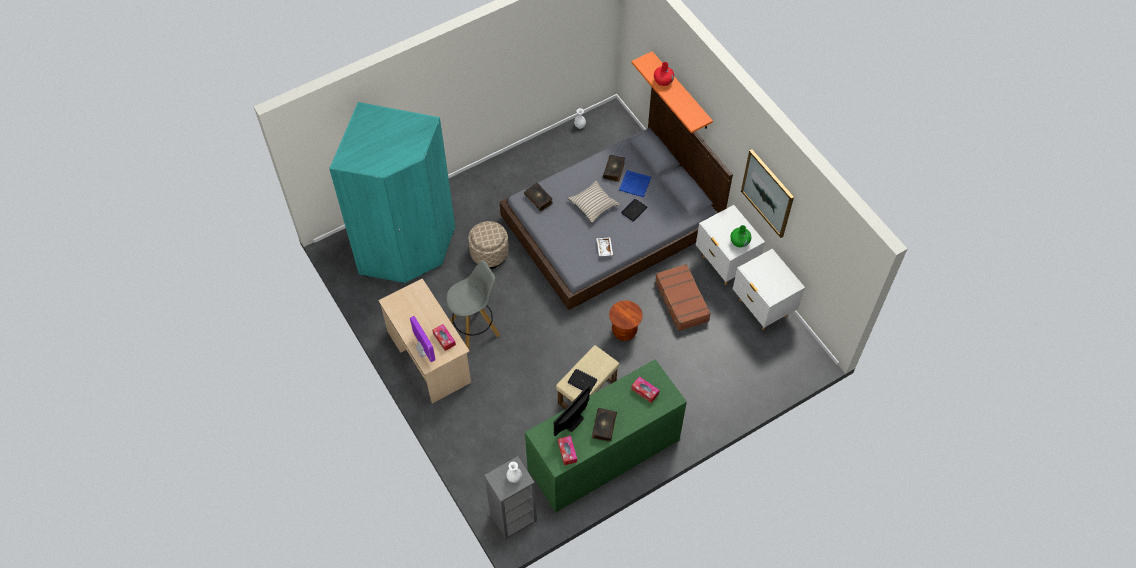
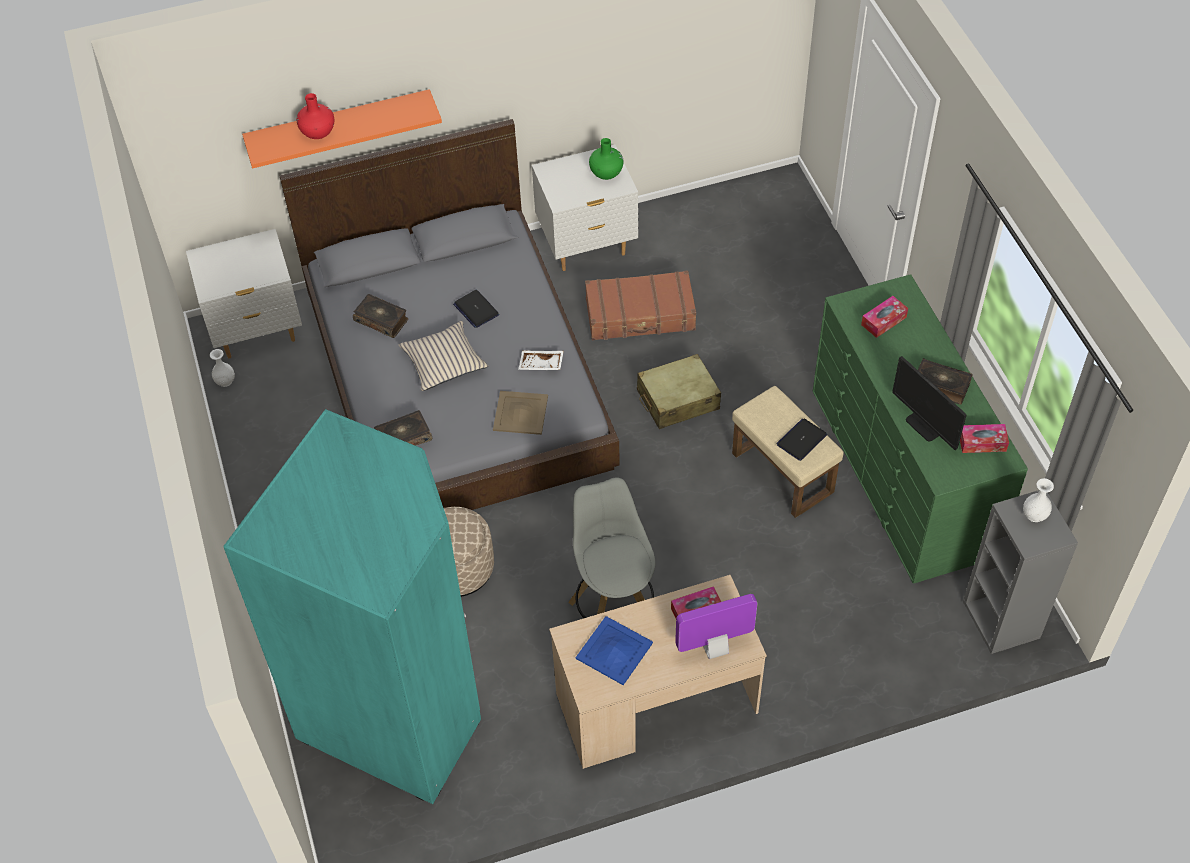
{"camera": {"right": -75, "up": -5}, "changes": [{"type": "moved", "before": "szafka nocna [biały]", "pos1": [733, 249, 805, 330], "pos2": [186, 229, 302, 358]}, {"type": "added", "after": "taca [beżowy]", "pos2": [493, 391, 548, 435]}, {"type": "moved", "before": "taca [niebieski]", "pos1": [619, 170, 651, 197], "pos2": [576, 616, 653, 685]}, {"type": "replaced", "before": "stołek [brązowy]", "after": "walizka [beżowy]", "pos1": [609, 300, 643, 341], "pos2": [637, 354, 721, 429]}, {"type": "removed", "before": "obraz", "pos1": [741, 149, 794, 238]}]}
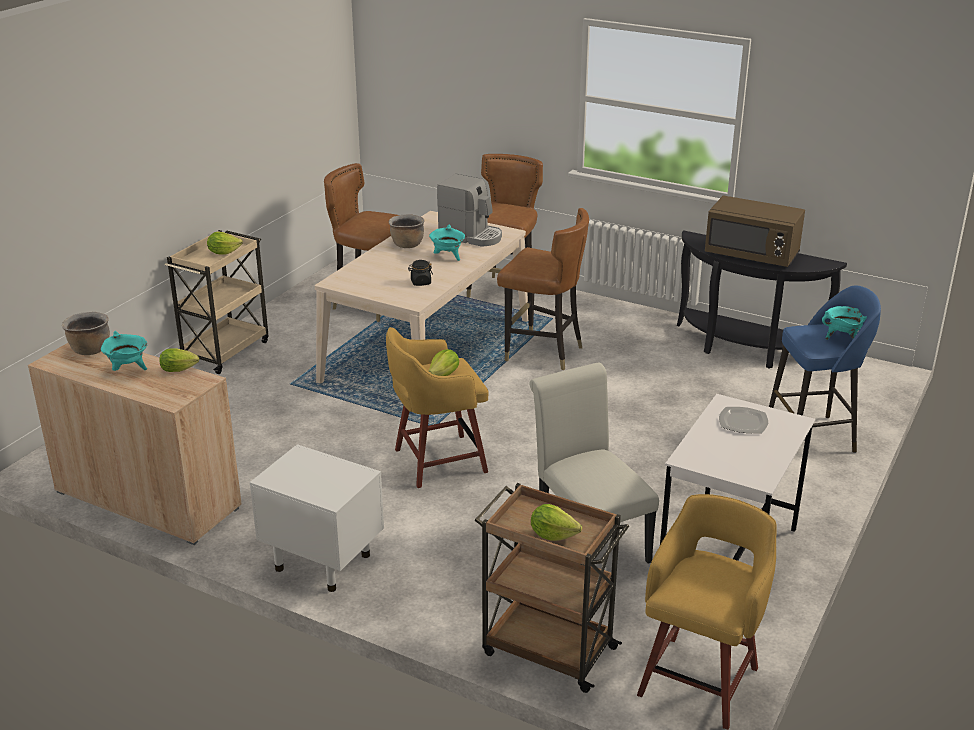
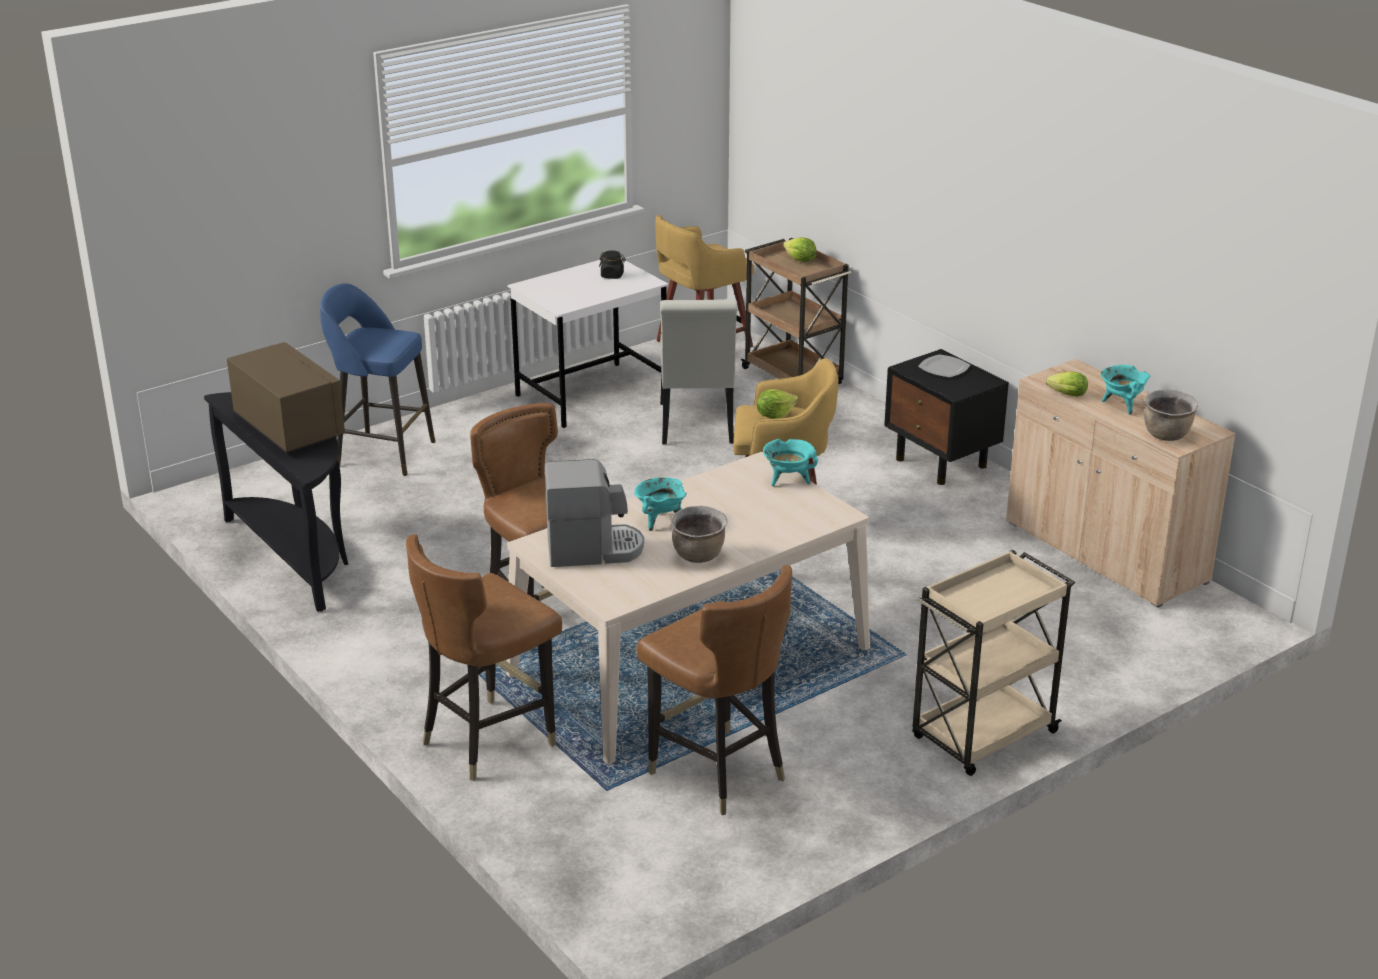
{"camera": {"right": -155, "up": 0}, "changes": [{"type": "turned", "before": "ekspres do kawy", "pos1": [437, 174, 502, 247], "pos2": [545, 459, 644, 567], "turn": 120}, {"type": "moved", "before": "słoik [czarny]", "pos1": [408, 260, 433, 286], "pos2": [599, 250, 626, 279]}, {"type": "moved", "before": "garnek [turkusowy]", "pos1": [822, 306, 867, 340], "pos2": [763, 439, 818, 486]}, {"type": "recoloured", "before": "szafka nocna [biały]", "after": "szafka nocna [czarny]", "pos1": [250, 444, 384, 592], "pos2": [884, 349, 1009, 485]}, {"type": "moved", "before": "talerz", "pos1": [719, 407, 768, 433], "pos2": [918, 354, 970, 378]}, {"type": "removed", "before": "sałata", "pos1": [207, 232, 243, 255]}]}
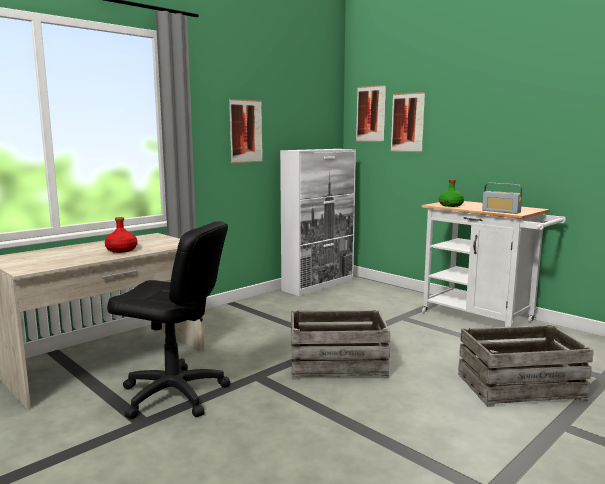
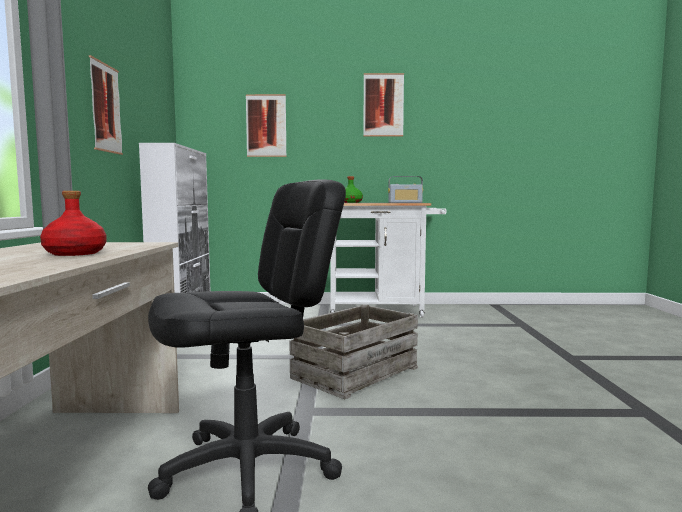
{"camera": {"right": -45, "up": -5}, "changes": [{"type": "moved", "before": "obraz", "pos1": [356, 85, 386, 142], "pos2": [363, 73, 404, 137]}, {"type": "removed", "before": "skrzynka", "pos1": [458, 325, 594, 407]}]}
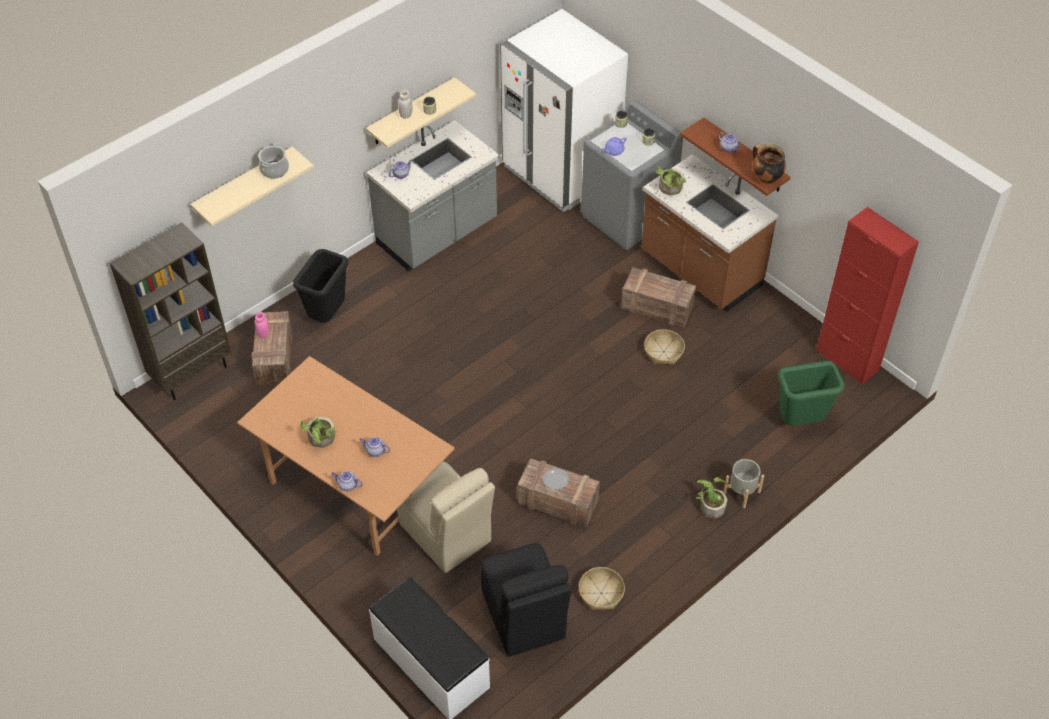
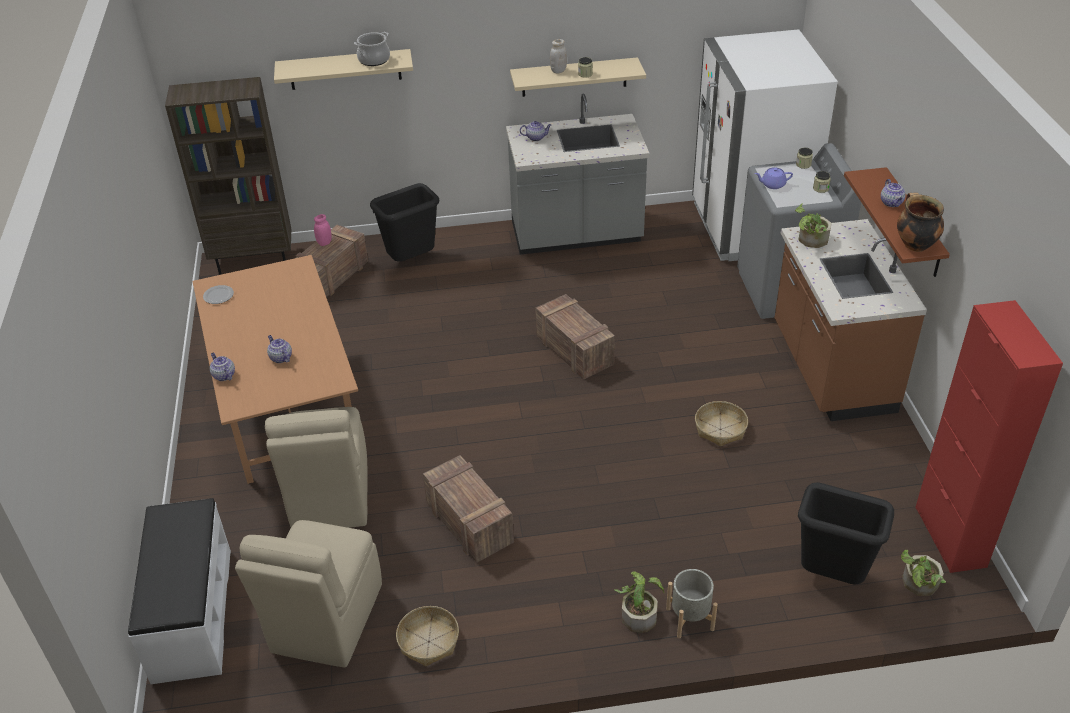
{"camera": {"right": 35, "up": -10}, "changes": [{"type": "moved", "before": "talerz", "pos1": [543, 468, 569, 490], "pos2": [203, 285, 234, 304]}, {"type": "recoloured", "before": "krzesło [czarny]", "after": "krzesło [beżowy]", "pos1": [481, 543, 572, 657], "pos2": [235, 520, 382, 668]}, {"type": "moved", "before": "skrzynka", "pos1": [621, 267, 696, 327], "pos2": [535, 294, 615, 379]}, {"type": "recoloured", "before": "kosz na śmieci [zielony]", "after": "kosz na śmieci [czarny]", "pos1": [778, 361, 845, 426], "pos2": [798, 482, 894, 585]}, {"type": "moved", "before": "roślina doniczkowa", "pos1": [300, 417, 337, 448], "pos2": [901, 550, 946, 596]}]}
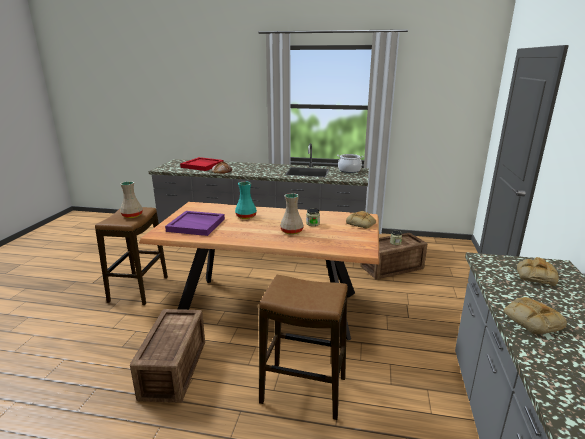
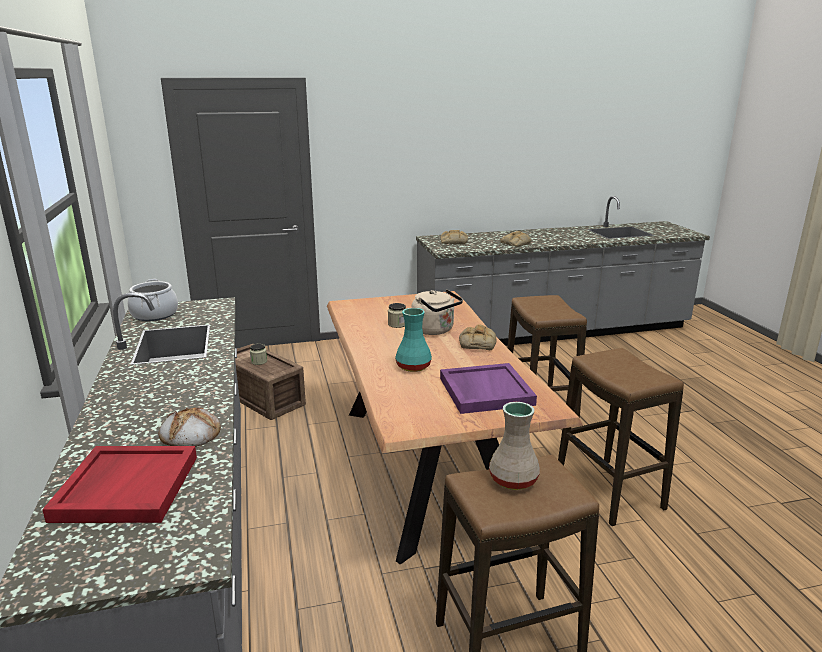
{"camera": {"right": -115, "up": 0}, "changes": [{"type": "replaced", "before": "wazon [beżowy]", "after": "czajnik [beżowy]", "pos1": [280, 193, 304, 235], "pos2": [411, 289, 463, 335]}, {"type": "moved", "before": "chleb", "pos1": [346, 211, 376, 228], "pos2": [459, 324, 496, 350]}, {"type": "replaced", "before": "skrzynka", "after": "stołek", "pos1": [130, 309, 205, 403], "pos2": [558, 348, 684, 526]}]}
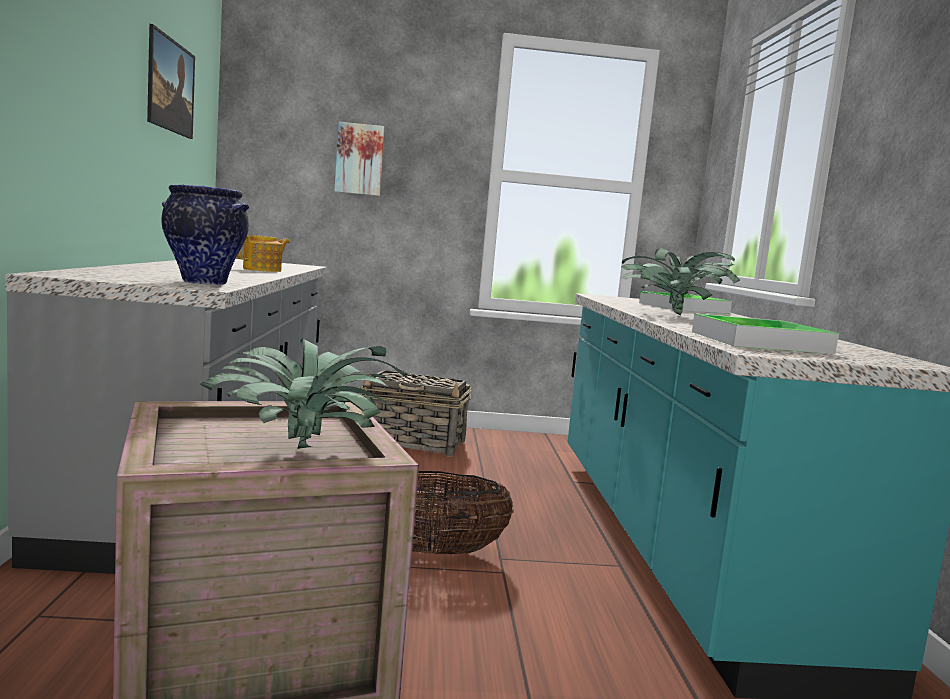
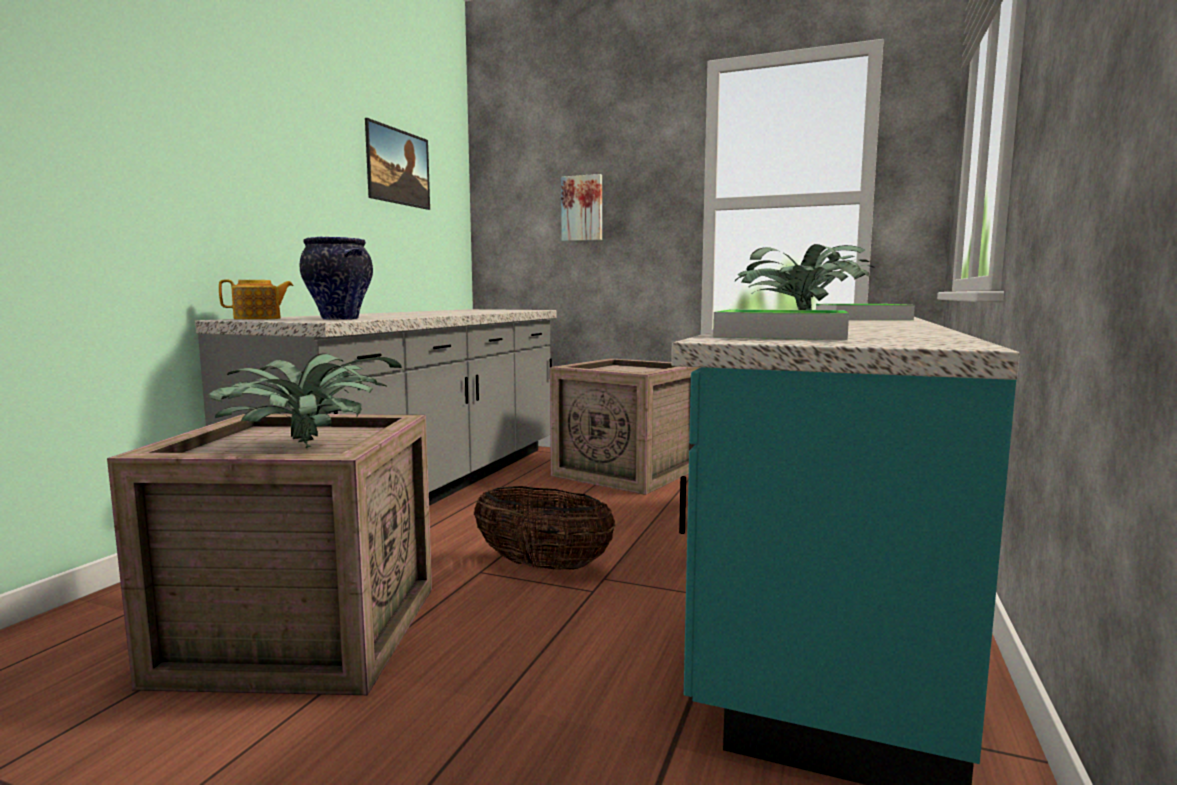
{"camera": {"right": 25, "up": 0}, "changes": [{"type": "moved", "before": "imbryk", "pos1": [237, 235, 290, 272], "pos2": [219, 279, 294, 320]}, {"type": "replaced", "before": "koszyk", "after": "skrzynka", "pos1": [360, 370, 471, 457], "pos2": [550, 358, 700, 495]}]}
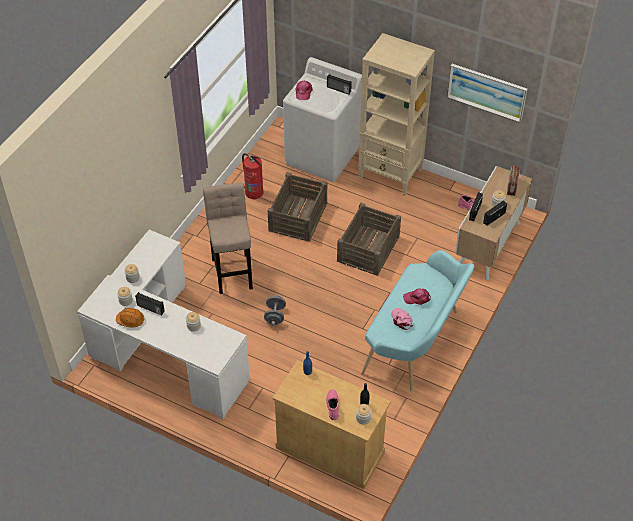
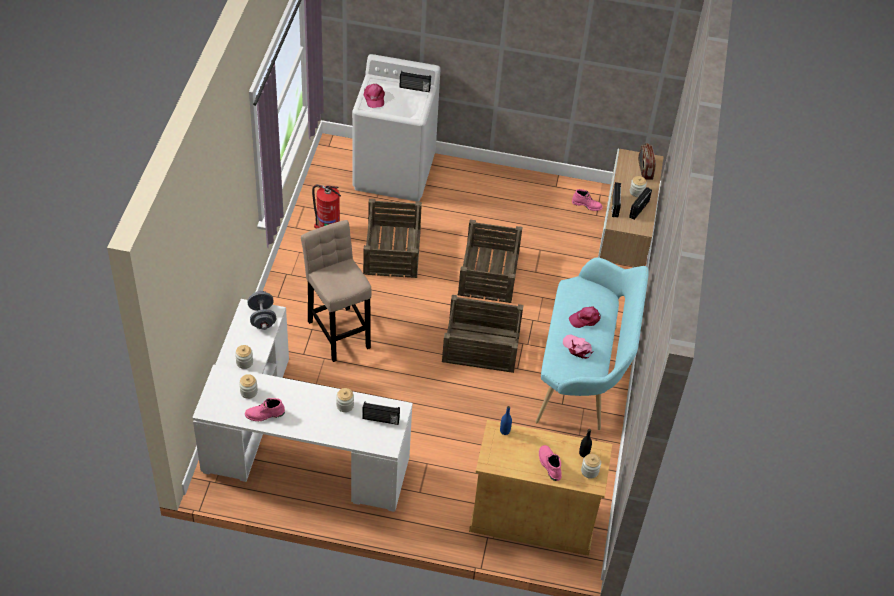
{"camera": {"right": -20, "up": 0}, "changes": [{"type": "replaced", "before": "kask [pomarańczowy]", "after": "but z cholewką [różowy]", "pos1": [116, 308, 144, 328], "pos2": [245, 398, 285, 421]}, {"type": "moved", "before": "hantel [szary]", "pos1": [264, 295, 286, 326], "pos2": [247, 291, 276, 330]}, {"type": "moved", "before": "radio", "pos1": [135, 292, 165, 315], "pos2": [362, 401, 400, 425]}, {"type": "added", "after": "skrzynka", "pos2": [442, 295, 523, 373]}, {"type": "removed", "before": "regał [beżowy]", "pos1": [358, 33, 435, 196]}, {"type": "removed", "before": "obraz", "pos1": [447, 64, 527, 123]}]}
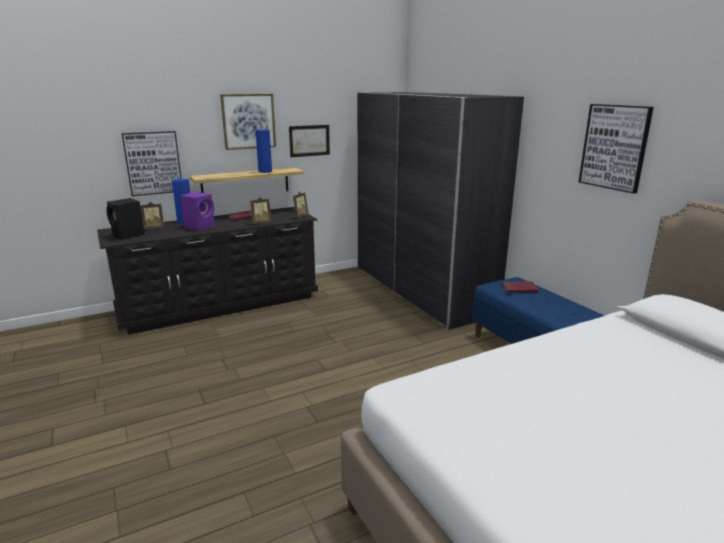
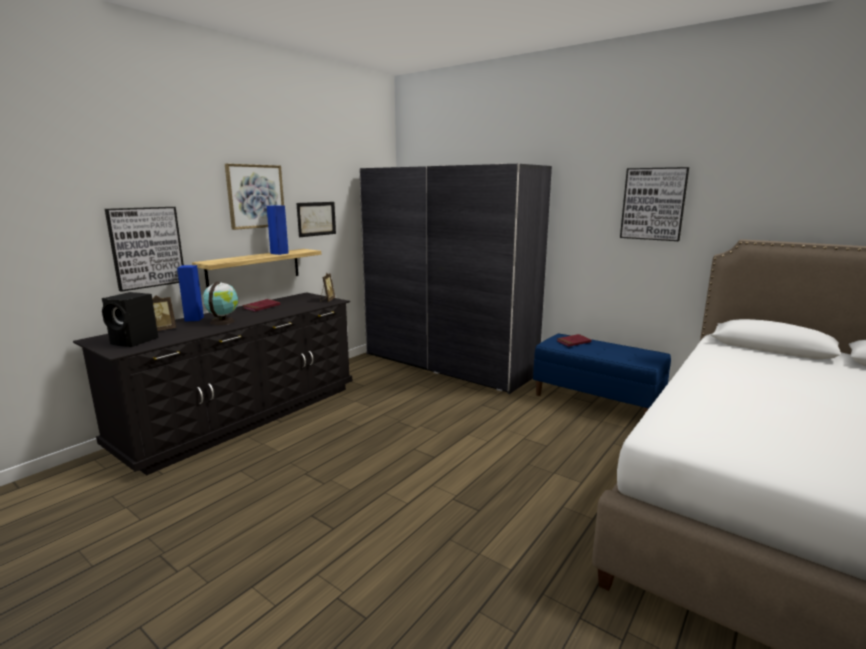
{"camera": {"right": -25, "up": -5}, "changes": [{"type": "replaced", "before": "głośnik [fioletowy]", "after": "globus", "pos1": [180, 192, 215, 231], "pos2": [203, 282, 238, 325]}, {"type": "removed", "before": "ramka na zdjęcie", "pos1": [250, 197, 272, 224]}]}
